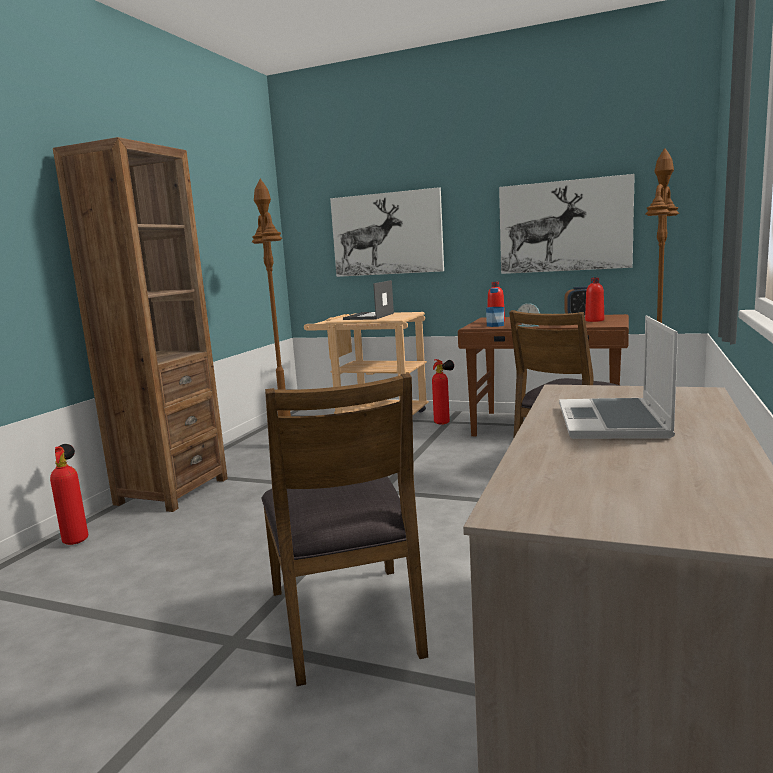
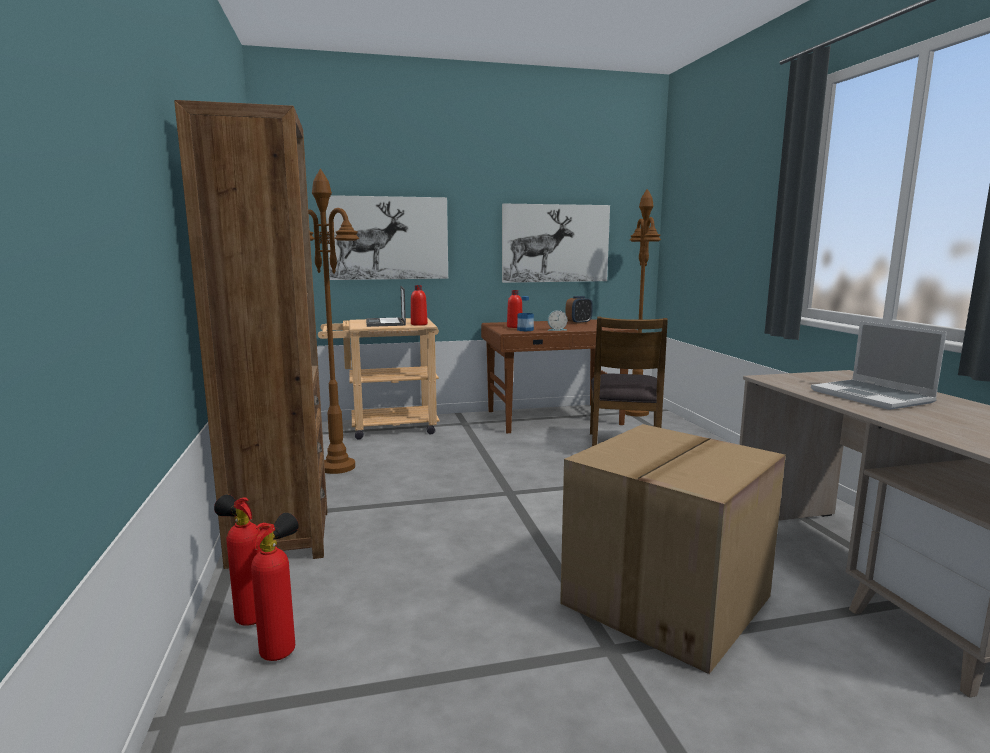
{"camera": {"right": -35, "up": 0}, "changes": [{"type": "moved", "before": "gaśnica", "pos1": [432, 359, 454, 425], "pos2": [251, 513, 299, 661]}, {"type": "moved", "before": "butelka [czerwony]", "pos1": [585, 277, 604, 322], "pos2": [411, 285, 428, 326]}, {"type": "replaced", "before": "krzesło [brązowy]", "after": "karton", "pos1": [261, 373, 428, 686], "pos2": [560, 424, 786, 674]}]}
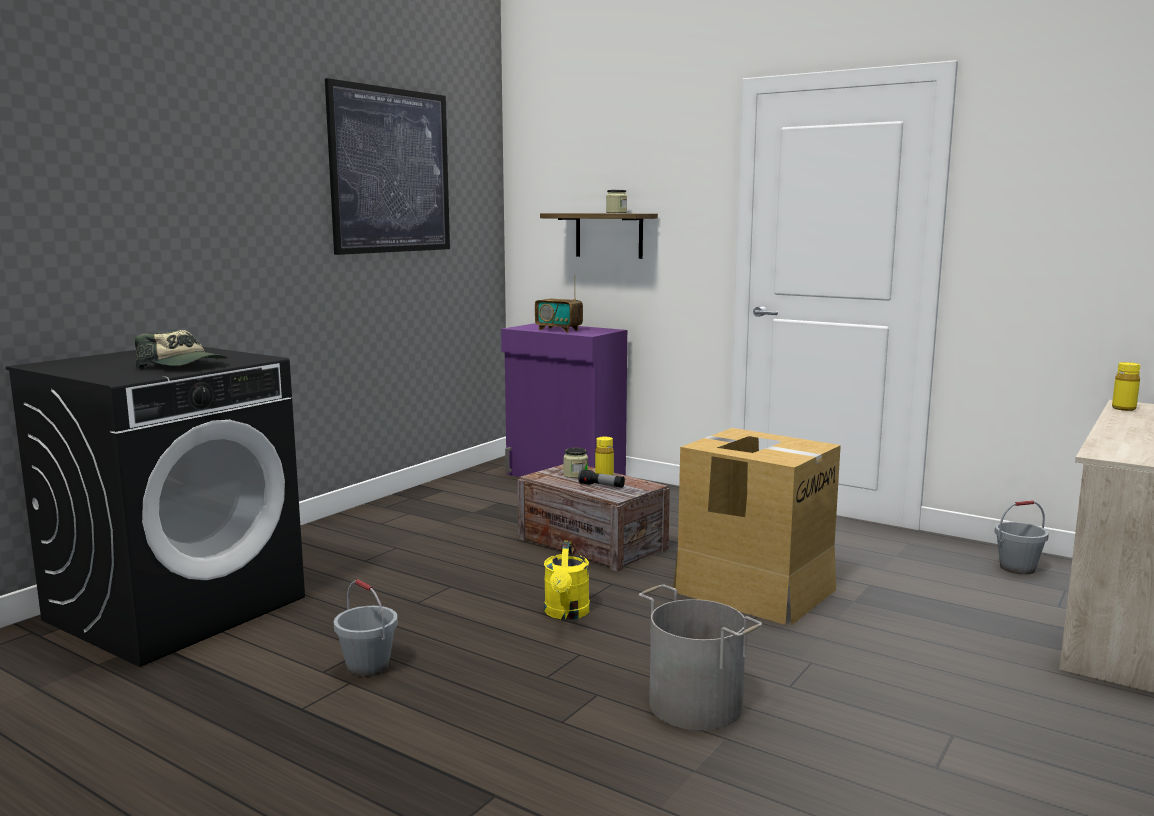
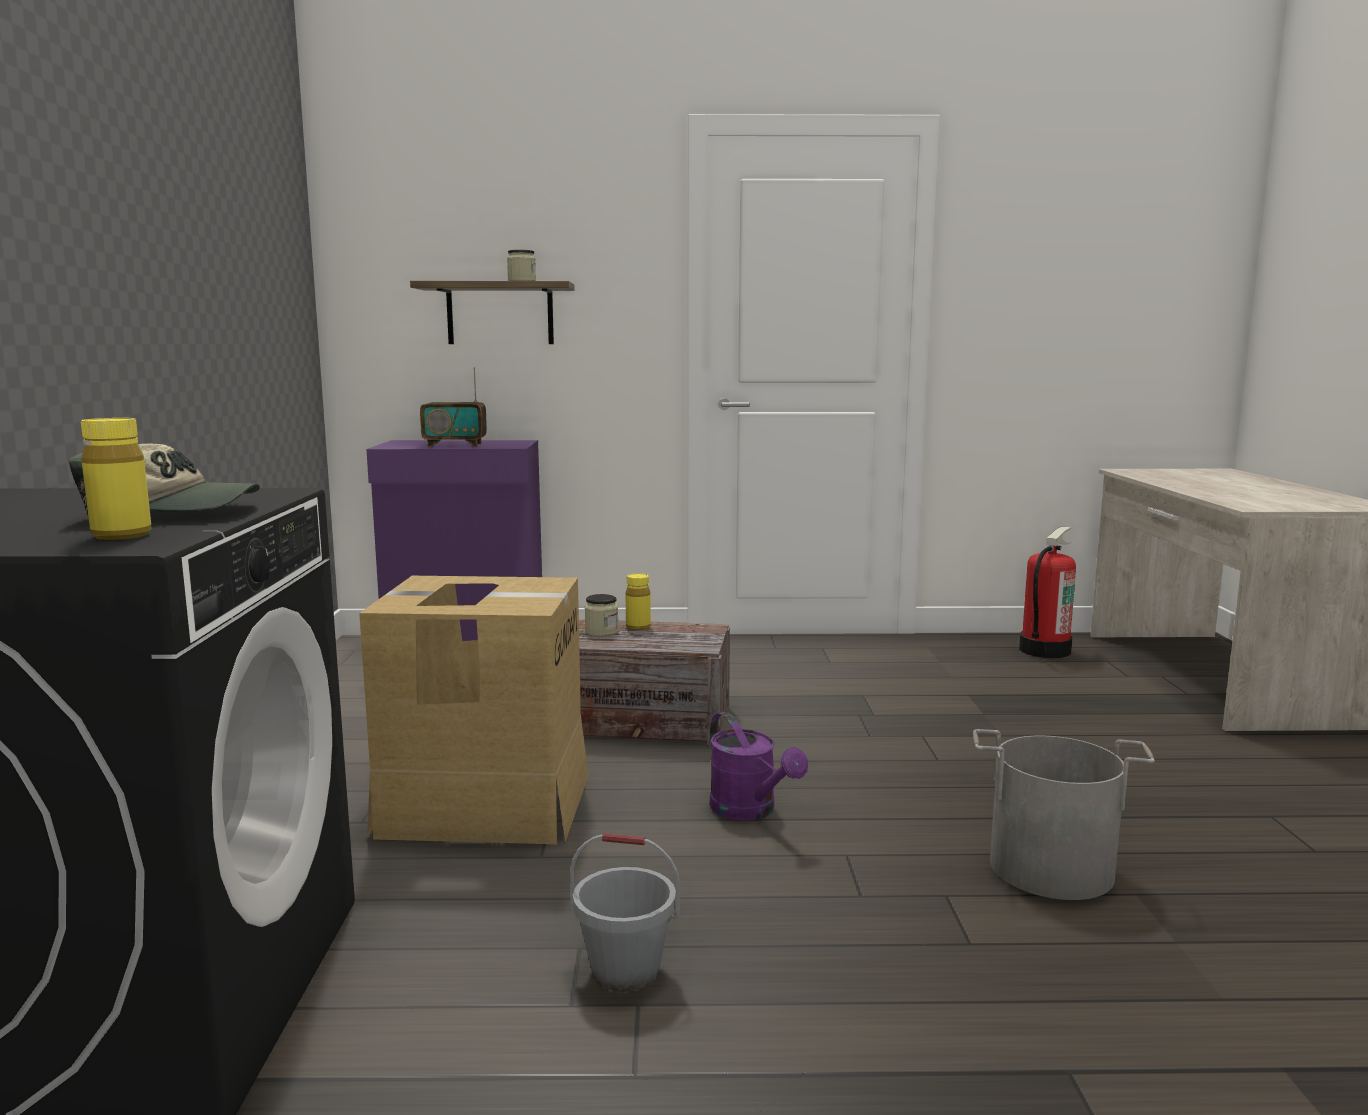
{"camera": {"right": -35, "up": 0}, "changes": [{"type": "moved", "before": "butelka [żółty]", "pos1": [1112, 362, 1140, 411], "pos2": [81, 418, 152, 540]}, {"type": "moved", "before": "karton", "pos1": [673, 428, 841, 625], "pos2": [359, 576, 589, 844]}, {"type": "recoloured", "before": "konewka [żółty]", "after": "konewka [fioletowy]", "pos1": [544, 541, 590, 620], "pos2": [709, 712, 808, 821]}, {"type": "replaced", "before": "wiadro [szary]", "after": "gaśnica", "pos1": [995, 500, 1049, 575], "pos2": [1019, 527, 1076, 658]}, {"type": "removed", "before": "obraz", "pos1": [325, 78, 450, 255]}, {"type": "removed", "before": "latarka", "pos1": [578, 469, 625, 488]}]}
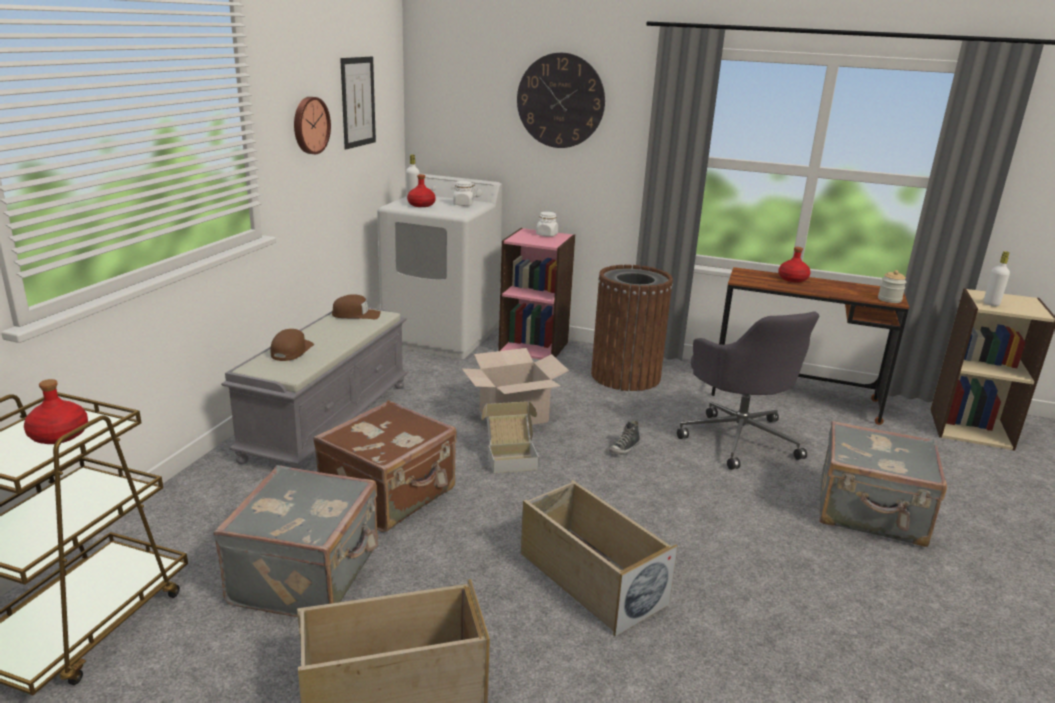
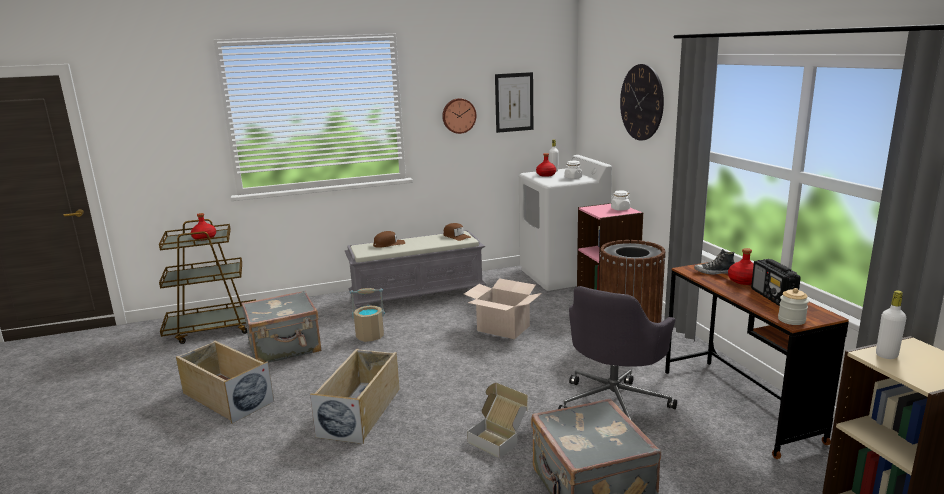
{"camera": {"right": 55, "up": -5}, "changes": [{"type": "replaced", "before": "walizka [brązowy]", "after": "wiadro [beżowy]", "pos1": [313, 400, 457, 532], "pos2": [350, 288, 385, 342]}, {"type": "moved", "before": "karton", "pos1": [481, 401, 539, 474], "pos2": [467, 383, 528, 458]}, {"type": "moved", "before": "but", "pos1": [609, 421, 640, 455], "pos2": [694, 249, 735, 275]}, {"type": "added", "after": "radio", "pos2": [751, 259, 801, 306]}]}
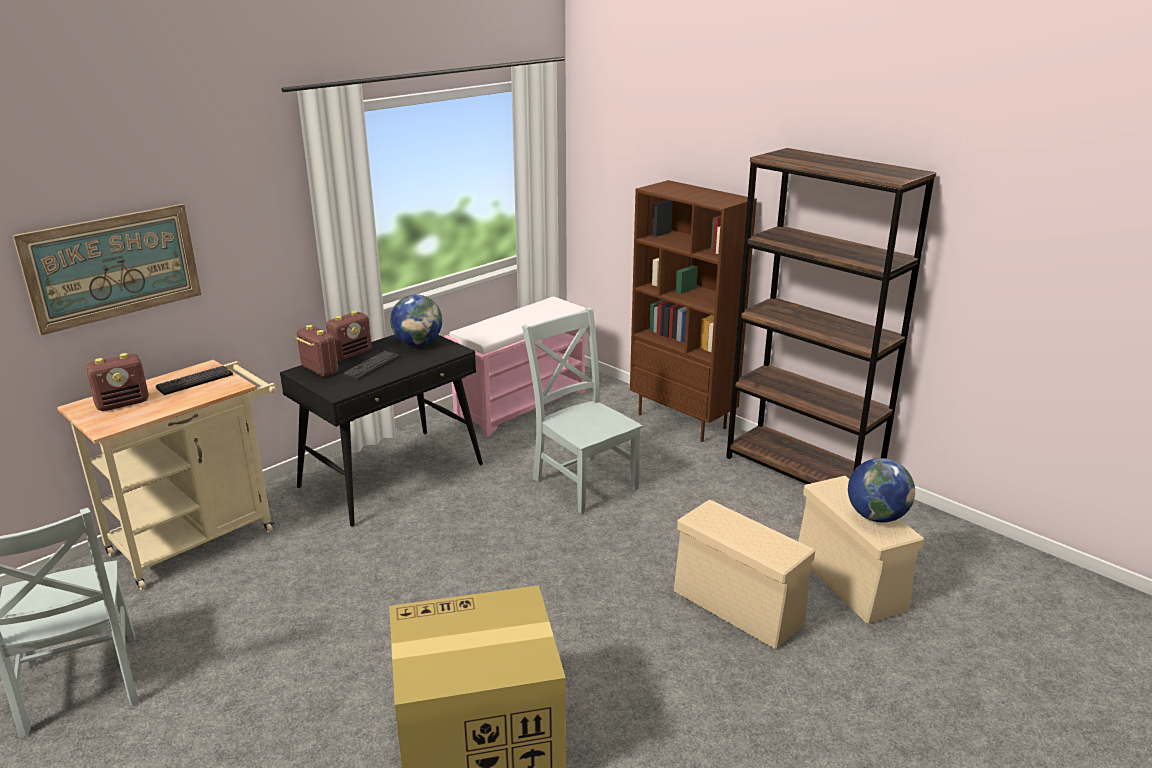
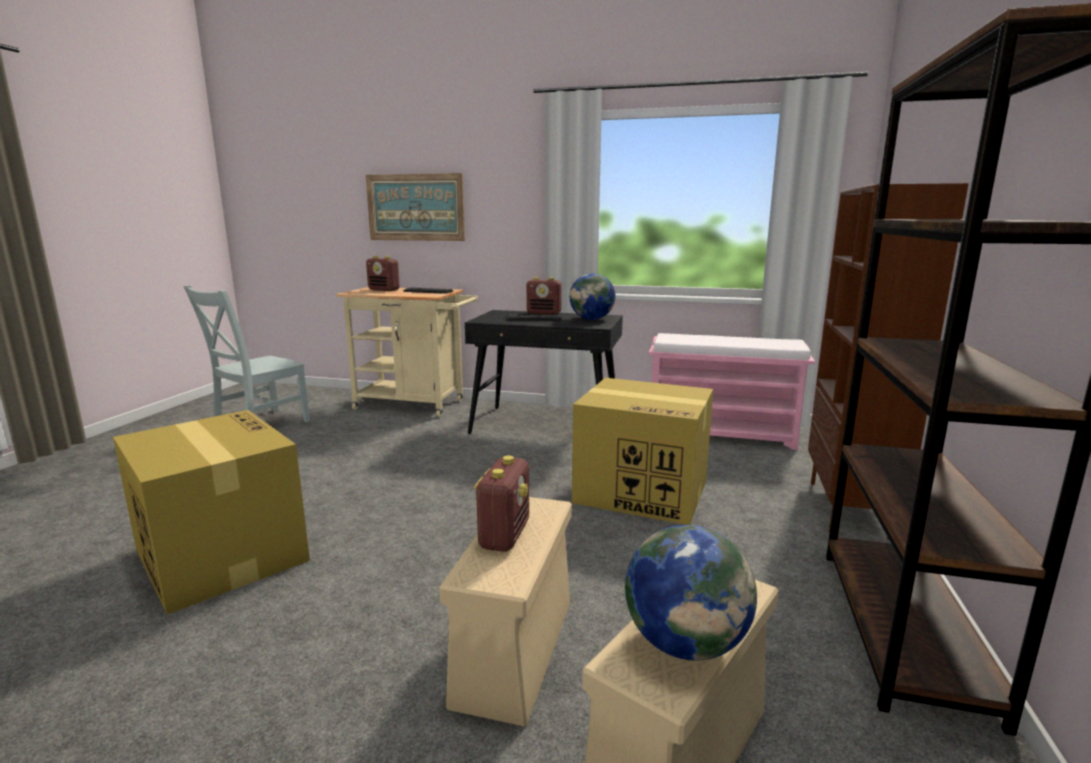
{"camera": {"right": 60, "up": -10}, "changes": [{"type": "moved", "before": "radio", "pos1": [295, 325, 338, 377], "pos2": [474, 456, 529, 552]}, {"type": "replaced", "before": "krzesło [szary]", "after": "karton", "pos1": [522, 307, 643, 514], "pos2": [572, 378, 713, 525]}]}
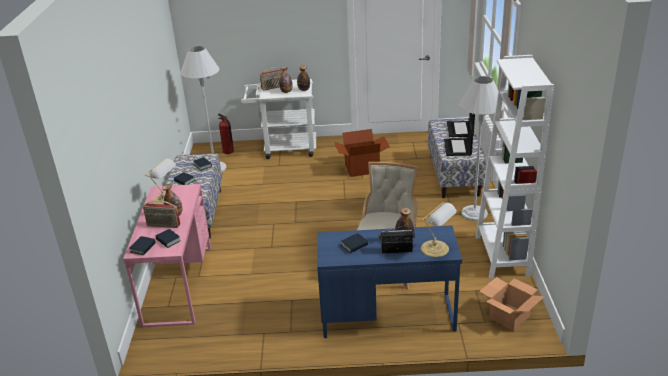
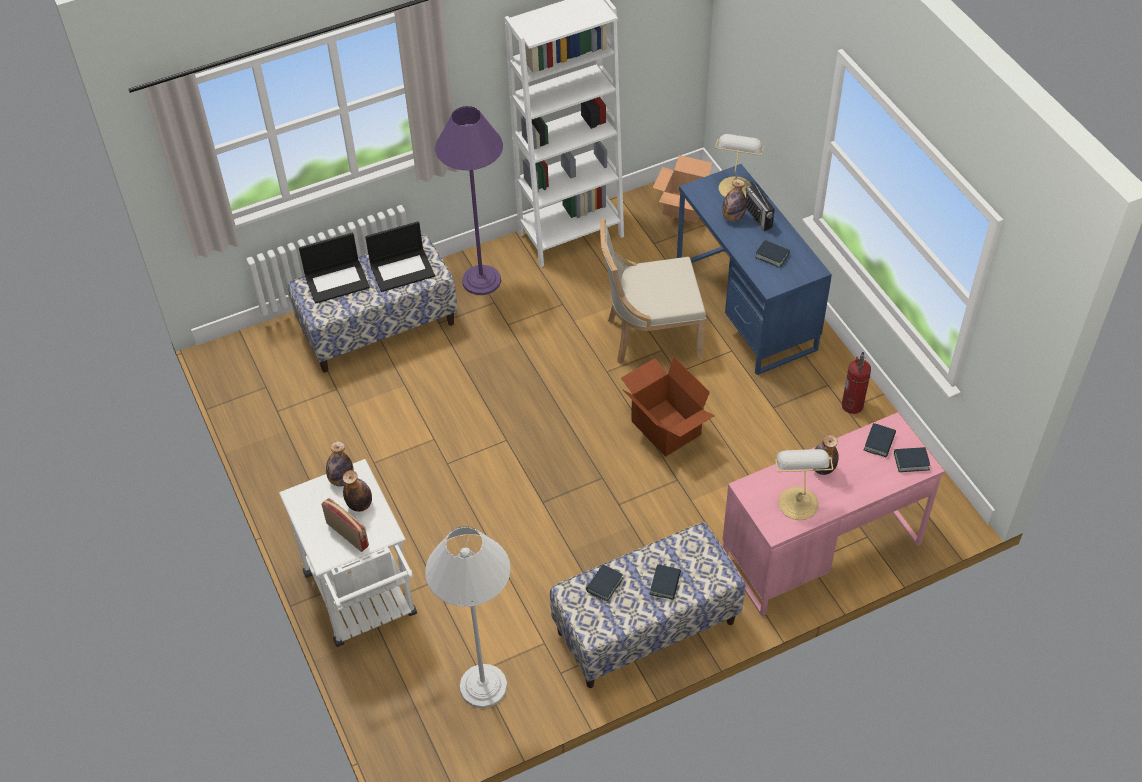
{"camera": {"right": -115, "up": 20}, "changes": [{"type": "recoloured", "before": "lampa stojąca [biały]", "after": "lampa stojąca [fioletowy]", "pos1": [459, 76, 505, 221], "pos2": [435, 106, 503, 295]}, {"type": "moved", "before": "karton", "pos1": [334, 129, 390, 177], "pos2": [621, 357, 715, 457]}, {"type": "moved", "before": "gaśnica", "pos1": [218, 114, 234, 154], "pos2": [842, 352, 871, 414]}, {"type": "removed", "before": "radio", "pos1": [143, 200, 180, 228]}]}
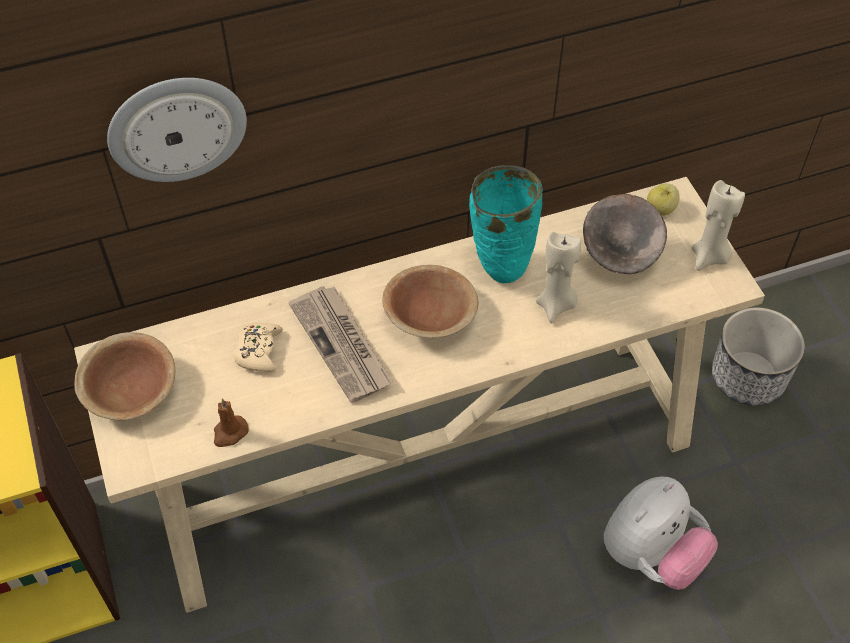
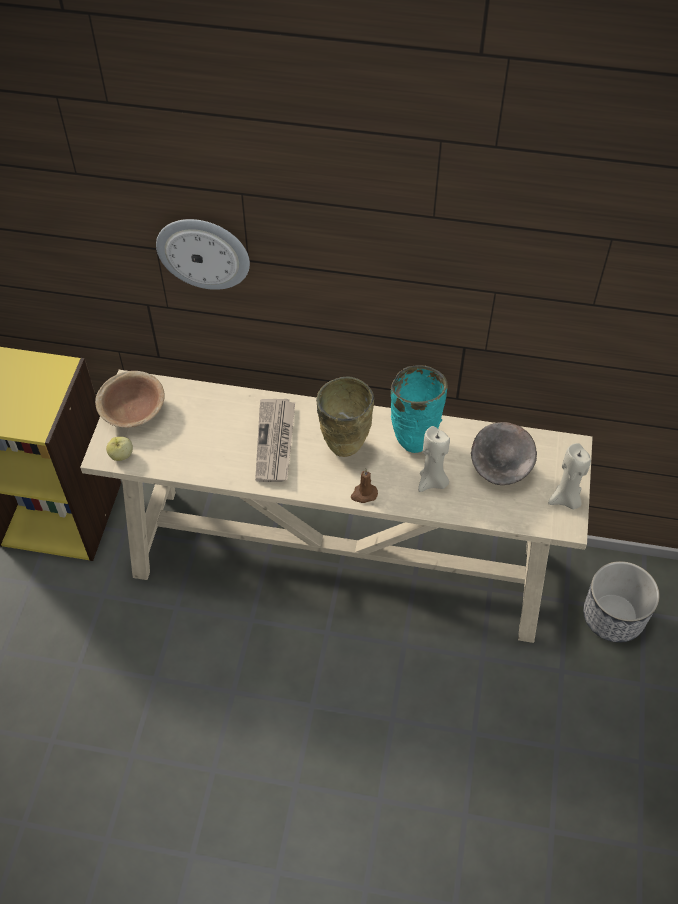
{"camera": {"right": 30, "up": 0}, "changes": [{"type": "moved", "before": "jabłko", "pos1": [647, 183, 680, 216], "pos2": [106, 437, 133, 461]}, {"type": "replaced", "before": "miska [brązowy]", "after": "wazon [beżowy]", "pos1": [382, 265, 479, 338], "pos2": [316, 376, 374, 457]}, {"type": "moved", "before": "świeca [brązowy]", "pos1": [214, 398, 249, 447], "pos2": [351, 469, 378, 503]}, {"type": "removed", "before": "pad do gier [beżowy]", "pos1": [234, 323, 283, 372]}, {"type": "removed", "before": "pluszak", "pos1": [604, 477, 718, 590]}]}
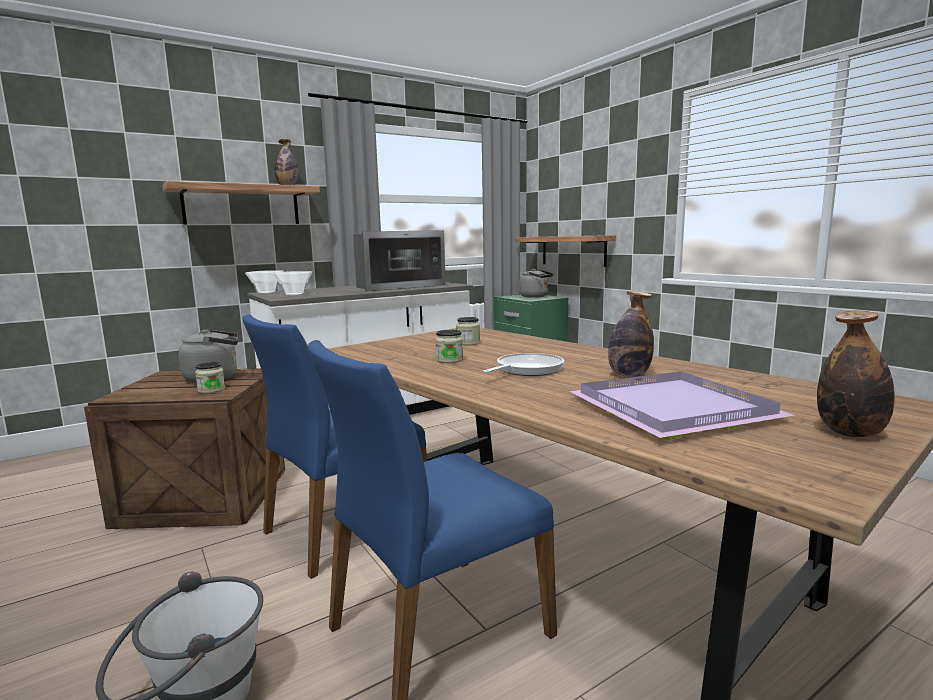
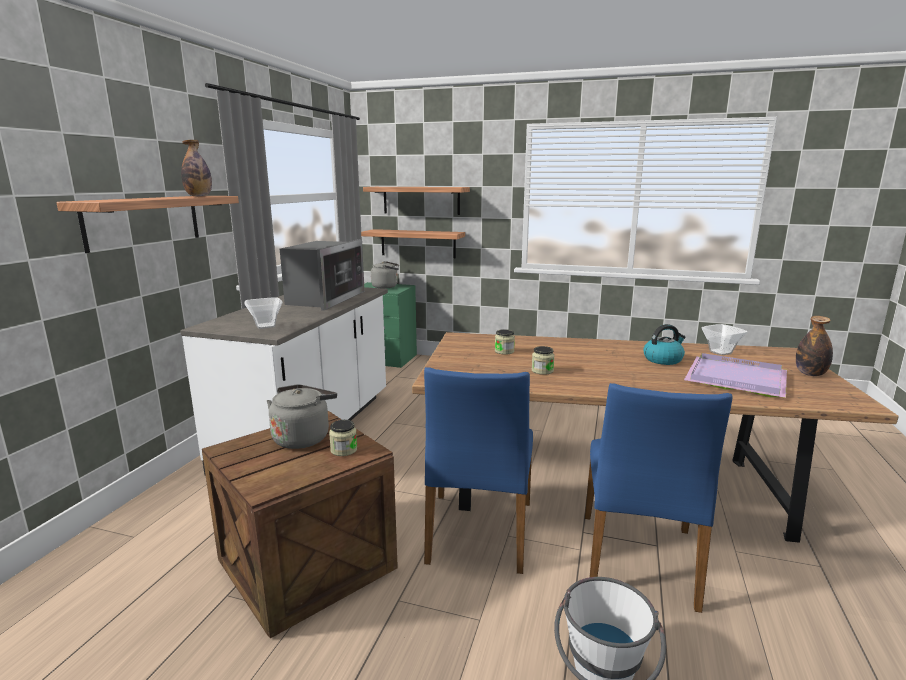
{"camera": {"right": -40, "up": 5}, "changes": [{"type": "added", "after": "półka", "pos2": [363, 187, 470, 215]}, {"type": "replaced", "before": "butelka", "after": "czajnik", "pos1": [608, 291, 654, 377], "pos2": [643, 324, 686, 365]}, {"type": "moved", "before": "miska", "pos1": [245, 271, 284, 294], "pos2": [701, 324, 748, 355]}, {"type": "removed", "before": "patelnia", "pos1": [483, 353, 564, 376]}]}
